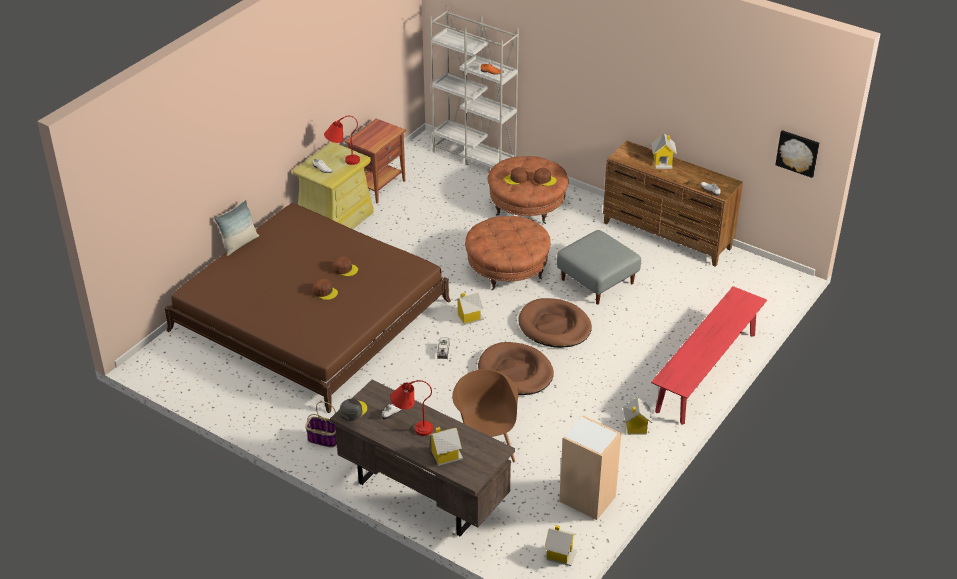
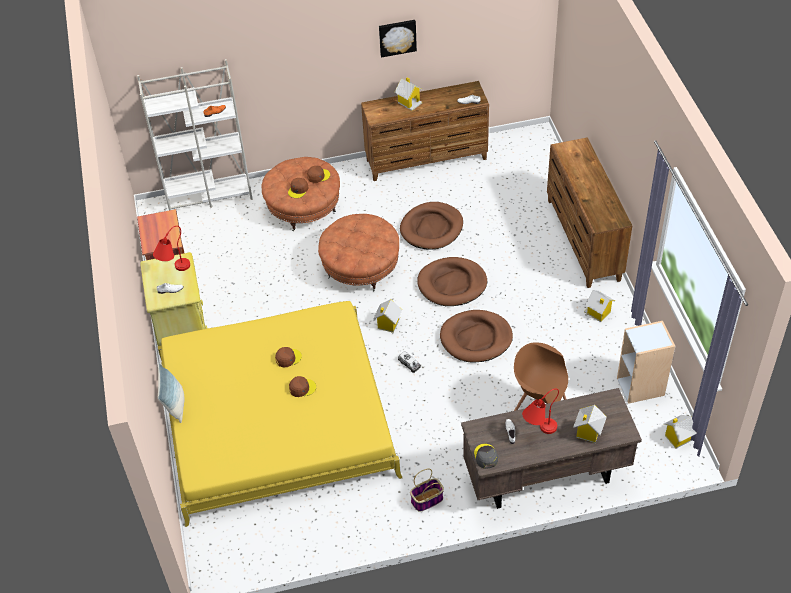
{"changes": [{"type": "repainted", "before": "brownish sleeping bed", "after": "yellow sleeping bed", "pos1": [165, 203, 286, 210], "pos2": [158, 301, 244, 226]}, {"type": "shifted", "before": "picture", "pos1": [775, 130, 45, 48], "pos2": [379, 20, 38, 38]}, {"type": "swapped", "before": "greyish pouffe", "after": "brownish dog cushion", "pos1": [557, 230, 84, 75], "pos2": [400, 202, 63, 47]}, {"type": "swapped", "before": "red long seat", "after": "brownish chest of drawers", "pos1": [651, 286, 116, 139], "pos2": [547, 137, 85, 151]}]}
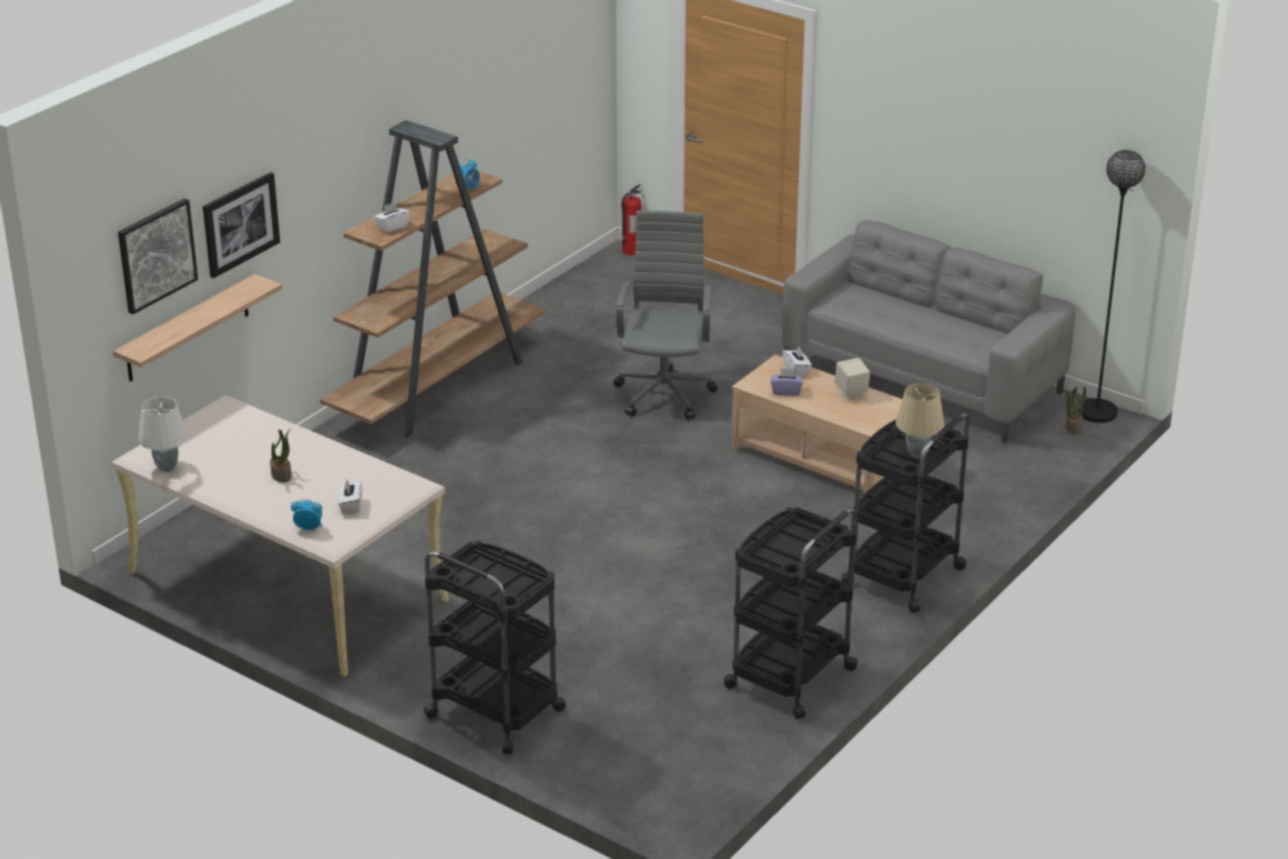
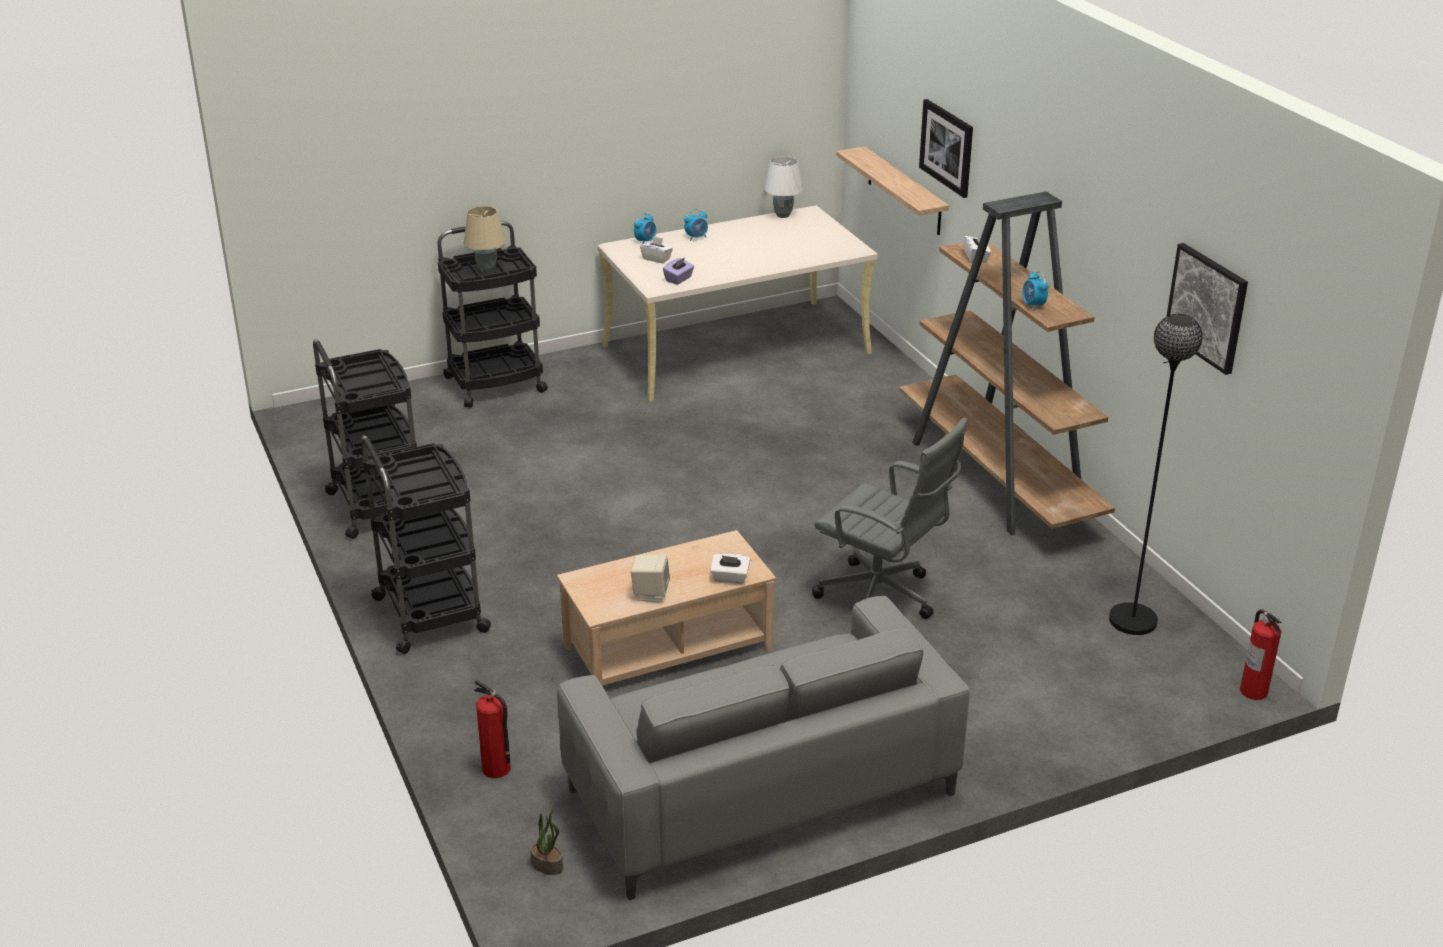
{"changes": [{"type": "shifted", "before": "beige lamp for a table", "pos1": [896, 384, 49, 74], "pos2": [464, 206, 42, 66]}, {"type": "new", "after": "fire-fighting cylinder", "pos2": [474, 680, 37, 98]}, {"type": "shifted", "before": "purple-coloured tissue box", "pos1": [771, 368, 32, 28], "pos2": [663, 257, 31, 28]}, {"type": "new", "after": "alarm clock", "pos2": [684, 209, 24, 32]}, {"type": "shifted", "before": "black-coloured floor lamp", "pos1": [1079, 150, 66, 273], "pos2": [1109, 314, 94, 321]}, {"type": "shifted", "before": "picture", "pos1": [118, 198, 80, 116], "pos2": [1167, 243, 81, 132]}, {"type": "gone", "before": "plant in a pot", "pos1": [270, 429, 22, 54]}]}
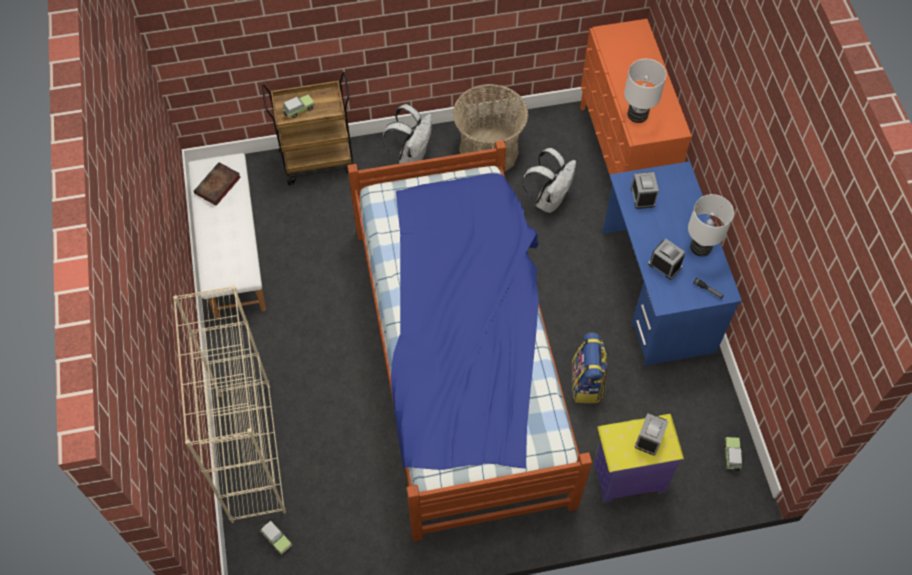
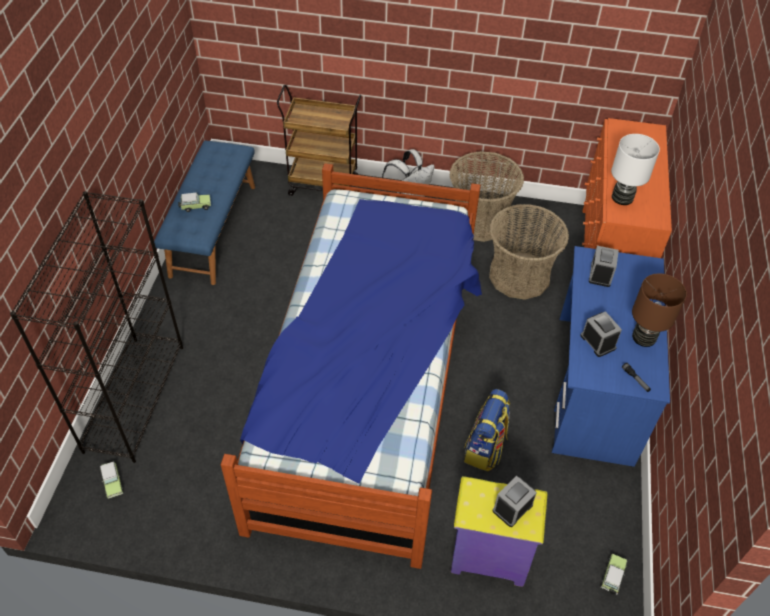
{"changes": [{"type": "repainted", "before": "beige bookcase", "after": "black-coloured bookcase", "pos1": [173, 286, 113, 237], "pos2": [10, 191, 173, 272]}, {"type": "repainted", "before": "white long seat", "after": "bluish long seat", "pos1": [188, 153, 78, 166], "pos2": [154, 141, 101, 144]}, {"type": "shifted", "before": "miniature car", "pos1": [283, 94, 32, 24], "pos2": [178, 193, 33, 19]}, {"type": "swapped", "before": "white knapsack", "after": "household basket", "pos1": [522, 148, 54, 65], "pos2": [489, 204, 80, 96]}, {"type": "repainted", "before": "white lamp for a table", "after": "brownish lamp for a table", "pos1": [688, 194, 46, 62], "pos2": [632, 273, 55, 74]}, {"type": "gone", "before": "book", "pos1": [194, 162, 47, 44]}]}
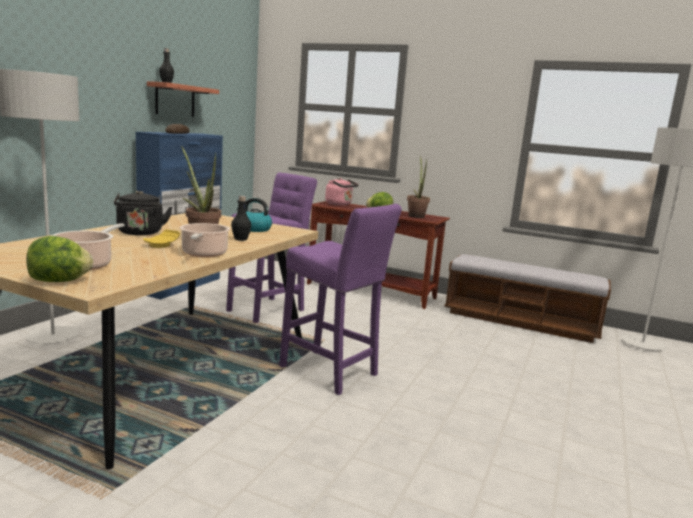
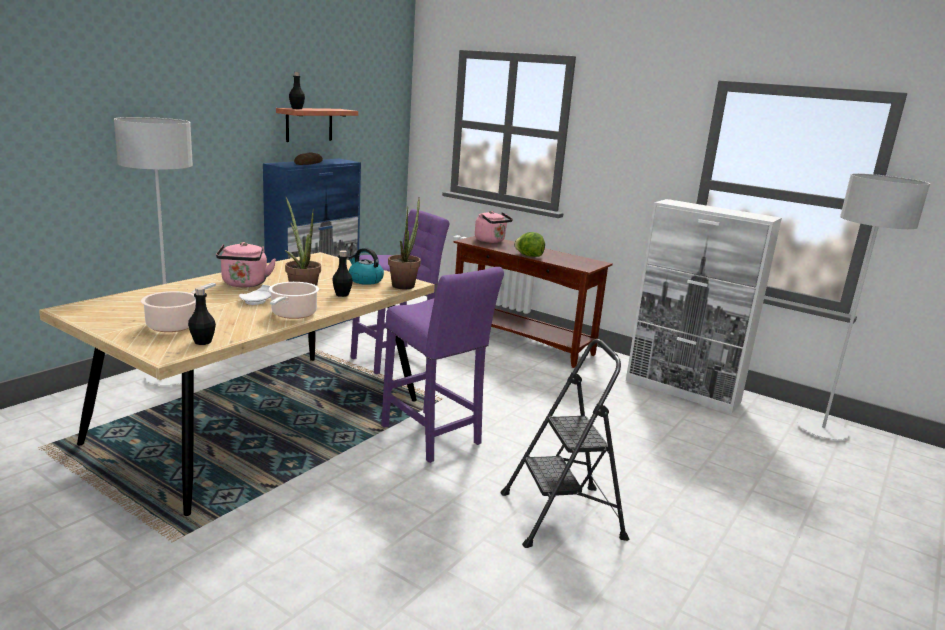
{"changes": [{"type": "new", "after": "black-coloured beverage bottle", "pos2": [188, 287, 28, 58]}, {"type": "repainted", "before": "black-coloured tea kettle", "after": "pink tea kettle", "pos1": [114, 191, 59, 44], "pos2": [216, 242, 60, 45]}, {"type": "repainted", "before": "yellow plate", "after": "white plate", "pos1": [143, 229, 37, 19], "pos2": [239, 285, 32, 20]}, {"type": "shifted", "before": "plant in a pot", "pos1": [407, 156, 23, 62], "pos2": [388, 198, 33, 91]}, {"type": "new", "after": "black-coloured stepladder", "pos2": [500, 339, 129, 209]}, {"type": "swapped", "before": "long seat", "after": "white cabinet", "pos1": [444, 254, 167, 89], "pos2": [626, 199, 156, 215]}, {"type": "gone", "before": "lettuce", "pos1": [26, 236, 67, 46]}]}
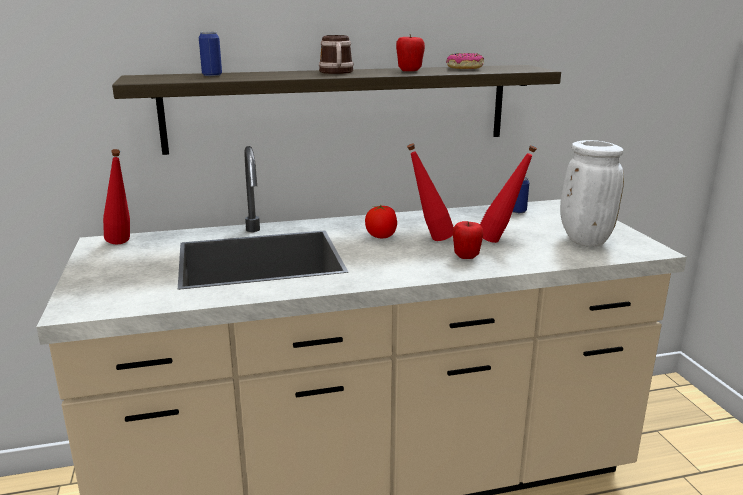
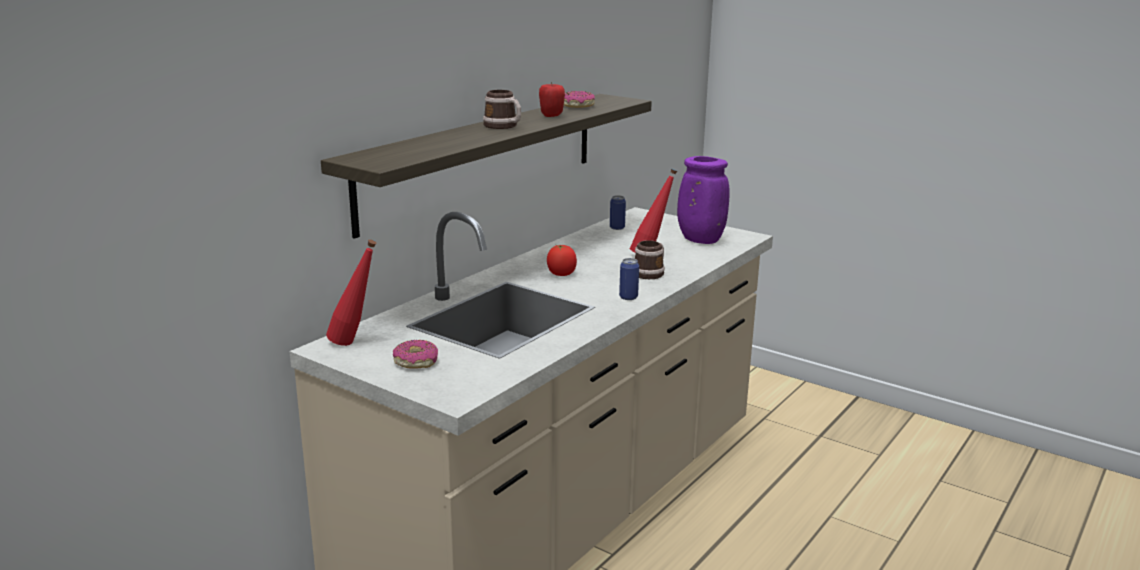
{"changes": [{"type": "new", "after": "doughnut", "pos2": [393, 340, 45, 29]}, {"type": "shifted", "before": "sealed can", "pos1": [199, 32, 23, 44], "pos2": [619, 258, 20, 42]}, {"type": "swapped", "before": "whole apple", "after": "coffee mug", "pos1": [453, 221, 30, 38], "pos2": [635, 240, 30, 39]}, {"type": "repainted", "before": "white flower vase", "after": "purple-coloured flower vase", "pos1": [560, 140, 64, 107], "pos2": [677, 156, 52, 88]}, {"type": "gone", "before": "red beverage bottle", "pos1": [407, 144, 47, 97]}]}
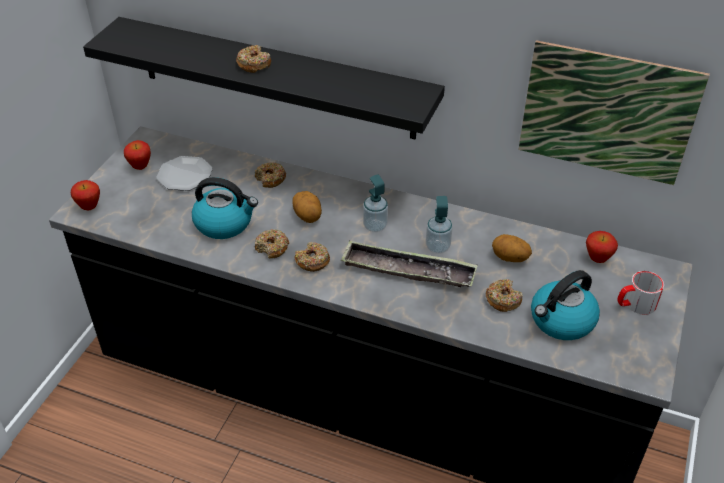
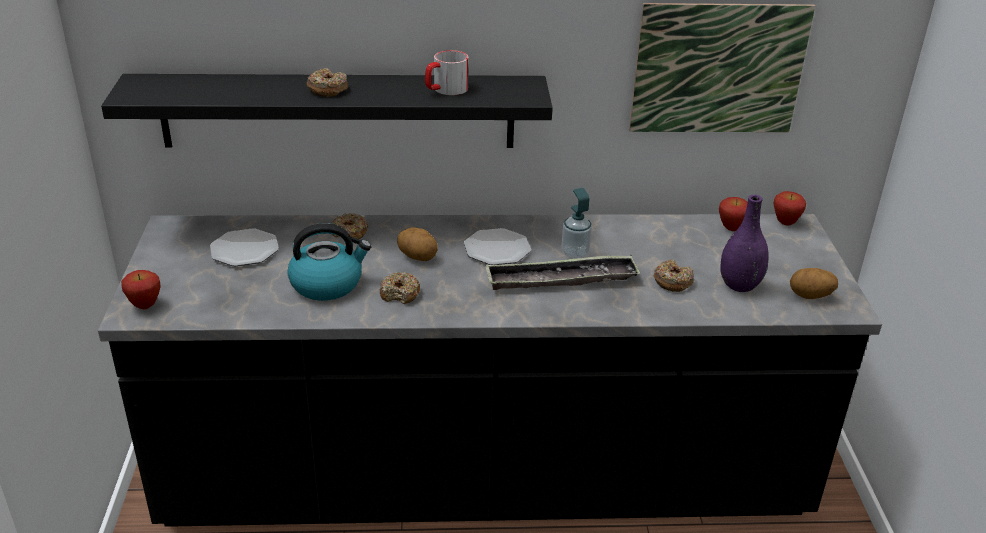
{"changes": [{"type": "shifted", "before": "coffee mug", "pos1": [617, 271, 47, 44], "pos2": [425, 50, 44, 45]}, {"type": "swapped", "before": "liquid soap bottle", "after": "plate", "pos1": [363, 174, 25, 58], "pos2": [464, 228, 67, 37]}, {"type": "swapped", "before": "tea kettle", "after": "purple-coloured flower vase", "pos1": [531, 270, 69, 70], "pos2": [720, 195, 49, 97]}, {"type": "shifted", "before": "whole apple", "pos1": [124, 140, 27, 30], "pos2": [773, 191, 33, 35]}, {"type": "shifted", "before": "spud", "pos1": [492, 234, 40, 28], "pos2": [790, 268, 48, 31]}, {"type": "gone", "before": "doughnut", "pos1": [294, 242, 36, 30]}]}
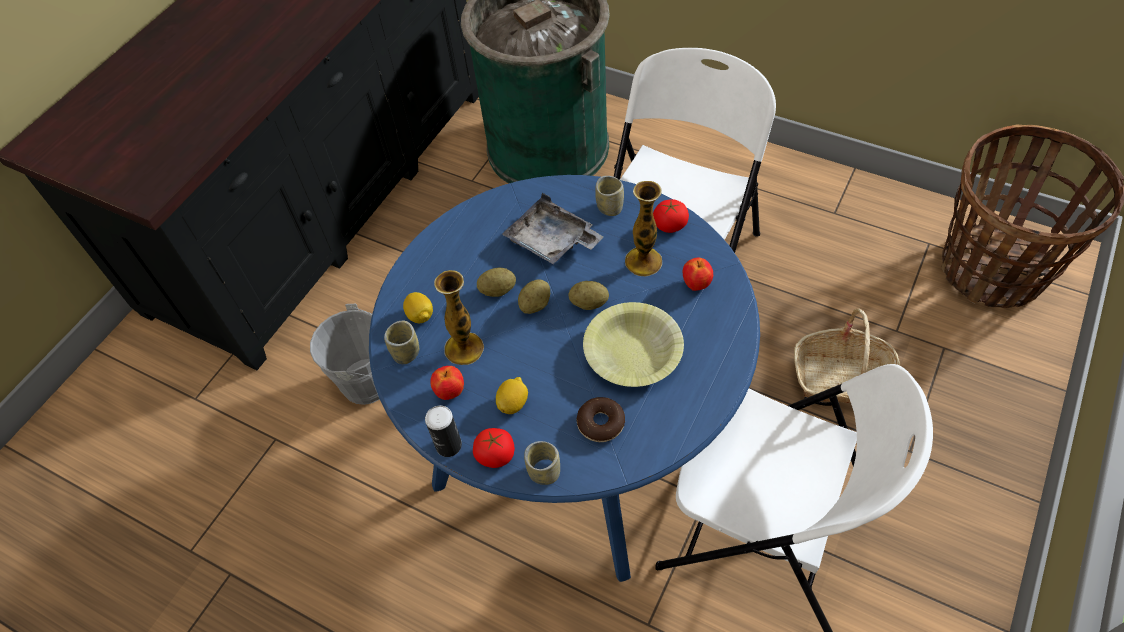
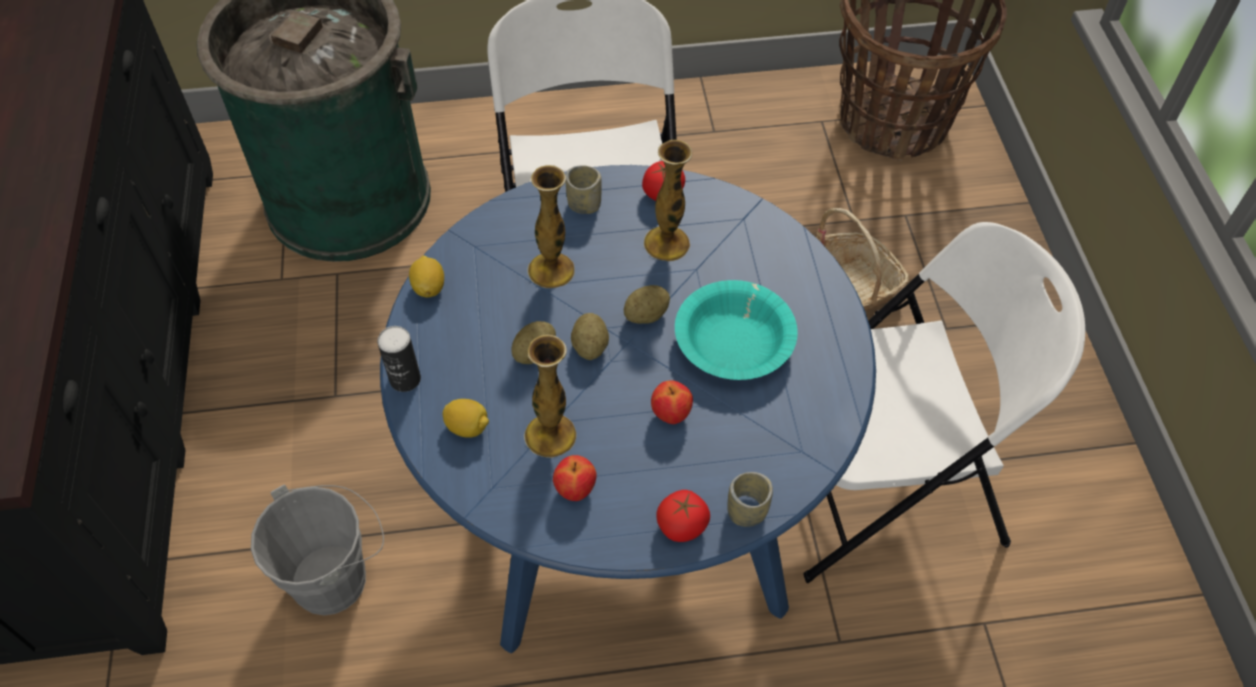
{"changes": [{"type": "shifted", "before": "sealed can", "pos1": [425, 406, 37, 51], "pos2": [377, 326, 44, 66]}, {"type": "shifted", "before": "whole lemon", "pos1": [496, 377, 32, 37], "pos2": [409, 255, 35, 43]}, {"type": "swapped", "before": "greyish tray", "after": "flower vase", "pos1": [502, 193, 102, 71], "pos2": [527, 165, 48, 123]}, {"type": "shifted", "before": "whole apple", "pos1": [683, 258, 30, 33], "pos2": [651, 380, 42, 44]}, {"type": "repainted", "before": "yellow serving bowl", "after": "turquoise-coloured serving bowl", "pos1": [583, 302, 101, 85], "pos2": [675, 280, 123, 100]}, {"type": "gone", "before": "small cup", "pos1": [384, 321, 35, 43]}, {"type": "gone", "before": "doughnut", "pos1": [577, 397, 48, 45]}]}
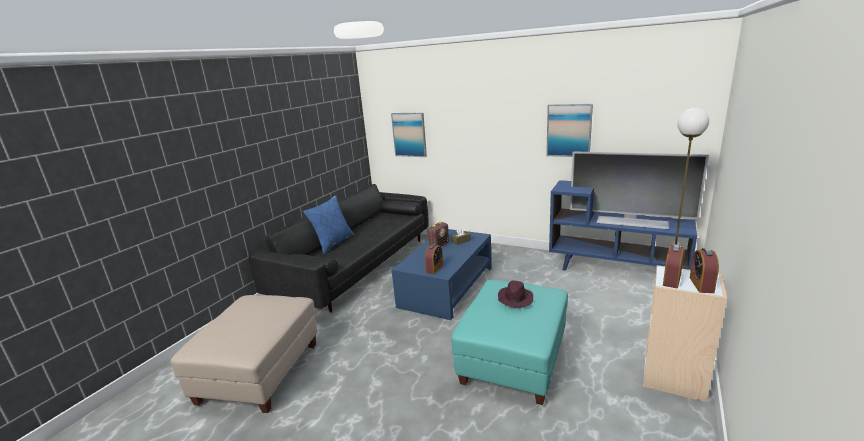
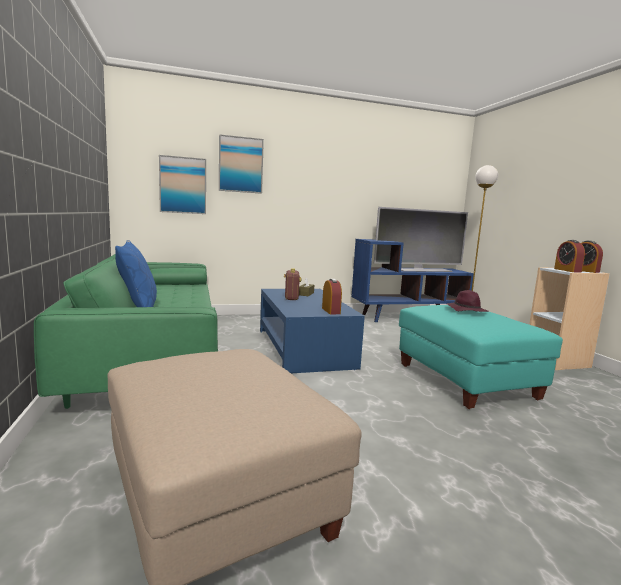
{"changes": [{"type": "repainted", "before": "black-coloured couch", "after": "green-coloured couch", "pos1": [249, 184, 180, 129], "pos2": [34, 254, 184, 155]}, {"type": "shifted", "before": "picture", "pos1": [546, 104, 47, 53], "pos2": [219, 134, 45, 60]}]}
